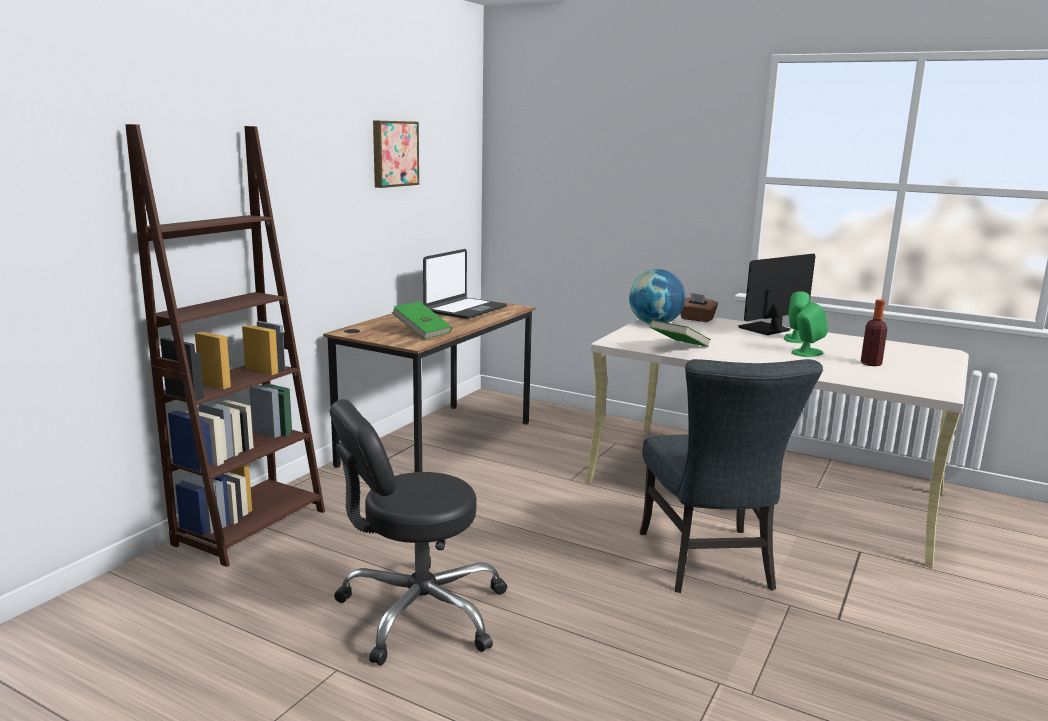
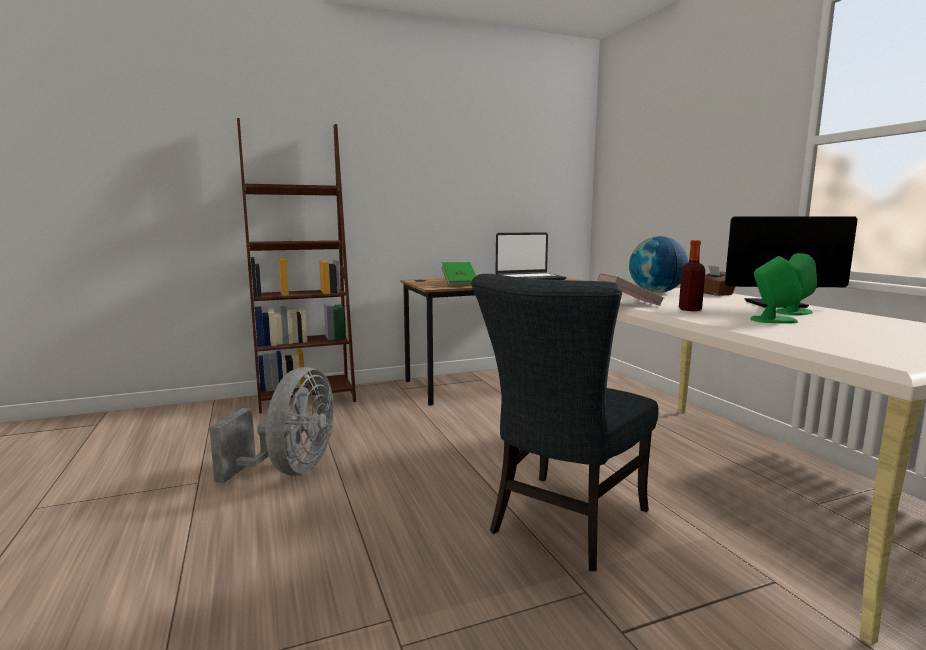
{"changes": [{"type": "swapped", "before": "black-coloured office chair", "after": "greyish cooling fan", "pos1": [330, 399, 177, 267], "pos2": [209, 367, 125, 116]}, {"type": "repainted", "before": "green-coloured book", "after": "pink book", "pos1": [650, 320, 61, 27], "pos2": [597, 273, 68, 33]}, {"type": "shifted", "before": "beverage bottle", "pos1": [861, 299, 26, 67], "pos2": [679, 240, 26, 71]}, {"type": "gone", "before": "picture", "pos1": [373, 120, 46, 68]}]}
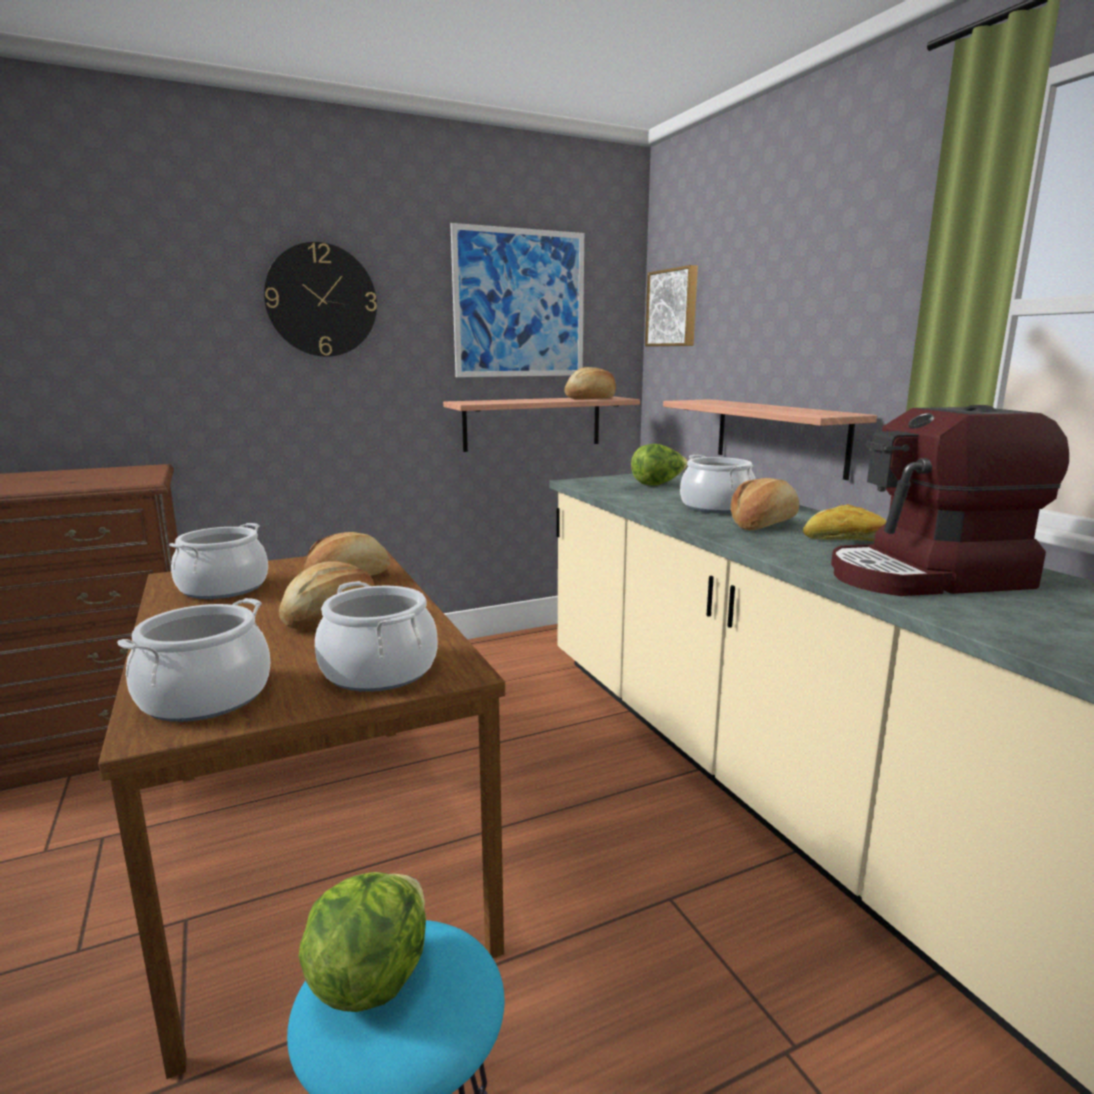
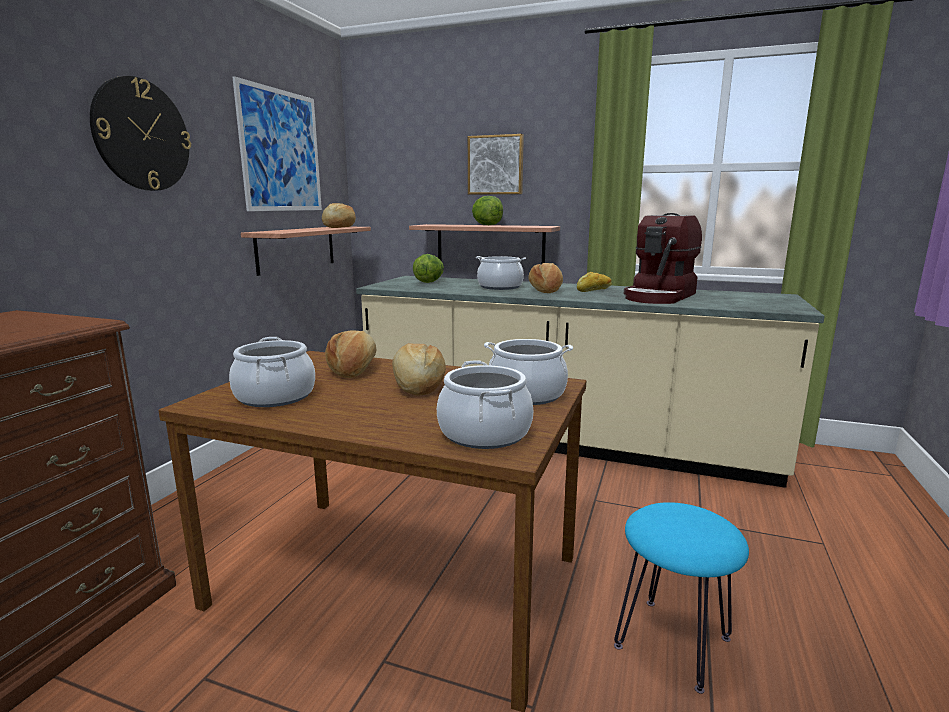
{"changes": [{"type": "shifted", "before": "picture", "pos1": [645, 265, 53, 81], "pos2": [468, 134, 56, 61]}, {"type": "shifted", "before": "lettuce", "pos1": [299, 872, 127, 140], "pos2": [472, 196, 31, 29]}]}
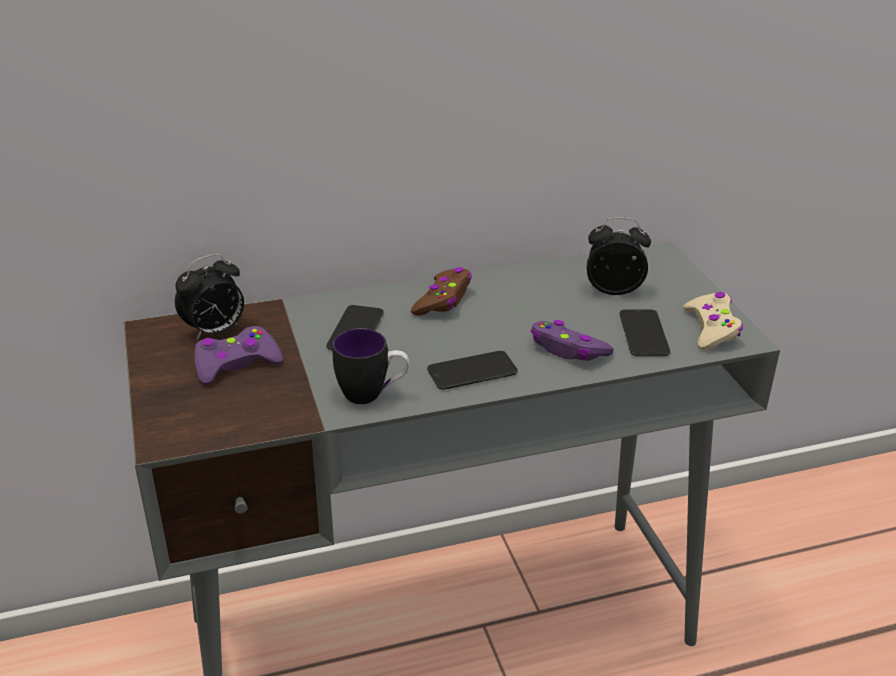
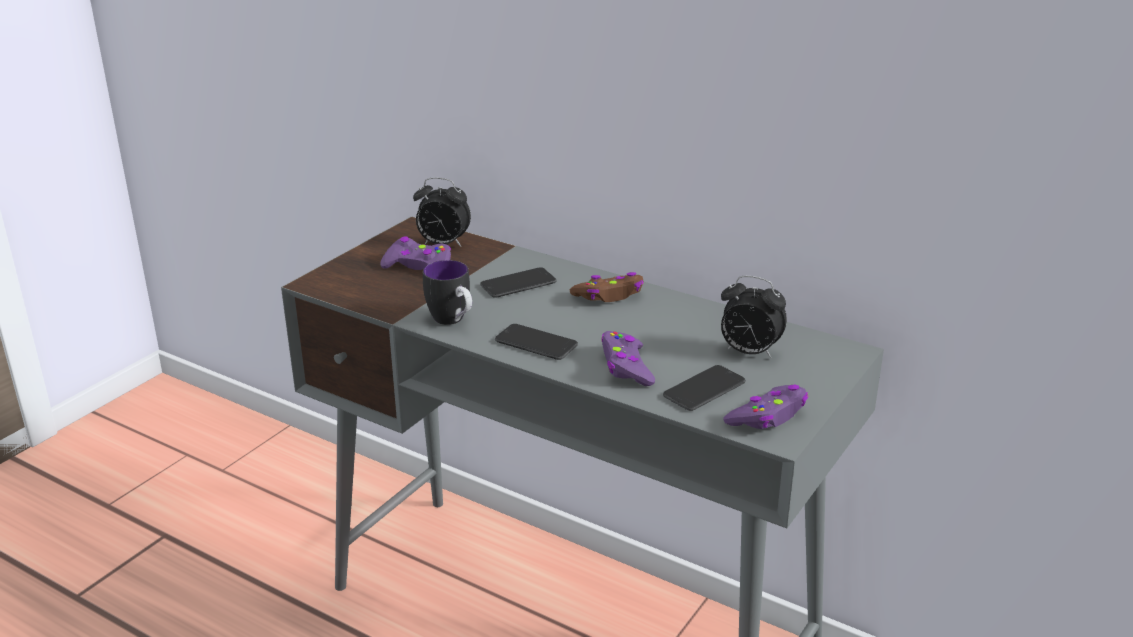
{"changes": [{"type": "rotated", "before": "alarm clock", "pos1": [587, 218, 64, 77], "pos2": [721, 276, 66, 82], "turn": 150}, {"type": "repainted", "before": "beige gamepad", "after": "purple-coloured gamepad", "pos1": [683, 292, 60, 58], "pos2": [723, 385, 85, 44]}]}
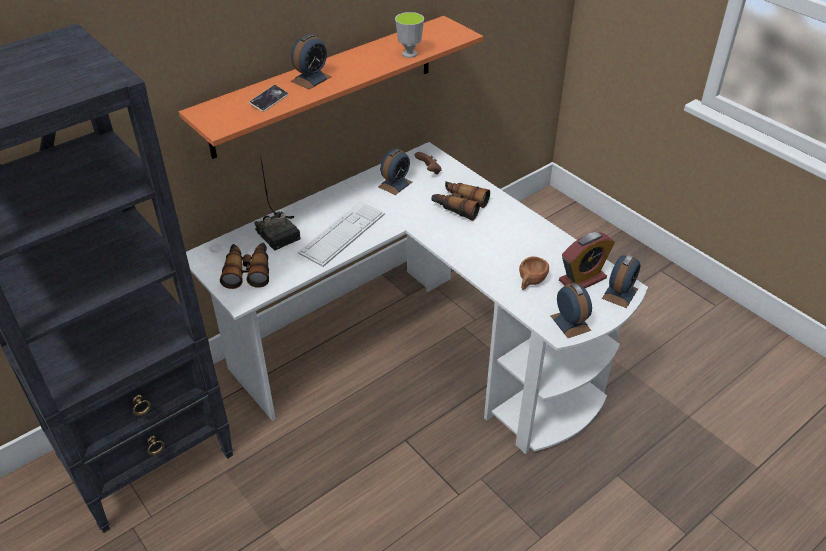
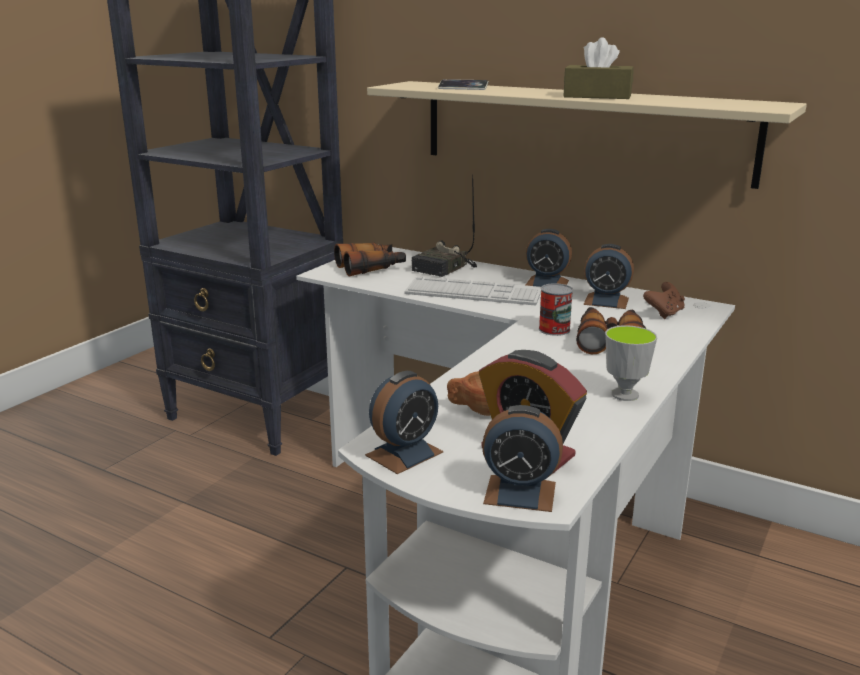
{"changes": [{"type": "repainted", "before": "orangey shelf", "after": "beige shelf", "pos1": [179, 16, 304, 143], "pos2": [367, 81, 440, 108]}, {"type": "shifted", "before": "alarm clock", "pos1": [291, 34, 41, 55], "pos2": [526, 229, 46, 58]}, {"type": "new", "after": "sealed can", "pos2": [539, 283, 34, 53]}, {"type": "new", "after": "brownish tissue box", "pos2": [563, 37, 71, 62]}, {"type": "shifted", "before": "small cup", "pos1": [395, 12, 29, 46], "pos2": [605, 325, 52, 76]}]}
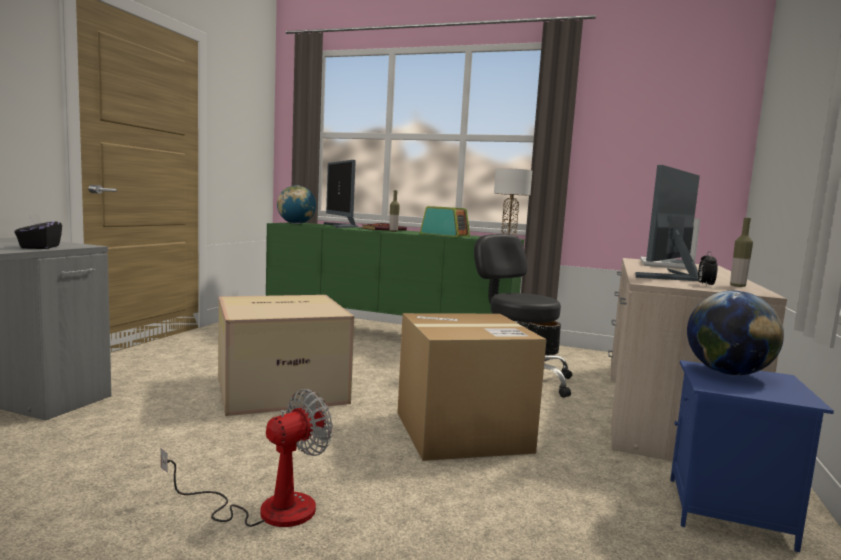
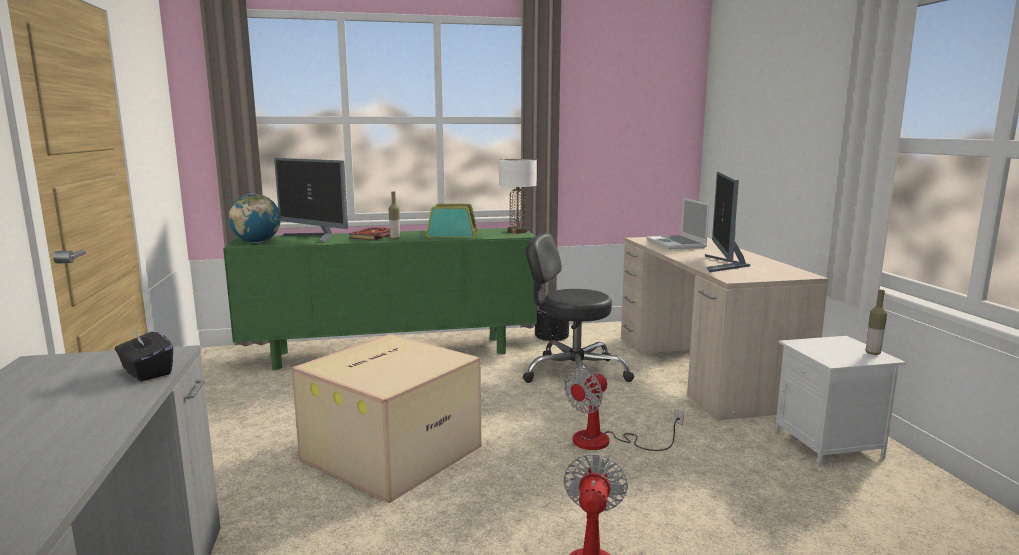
{"changes": [{"type": "swapped", "before": "cardboard box", "after": "cooling fan", "pos1": [397, 313, 150, 148], "pos2": [564, 367, 120, 84]}, {"type": "repainted", "before": "bluish nightstand", "after": "greyish nightstand", "pos1": [670, 360, 164, 192], "pos2": [775, 336, 131, 131]}, {"type": "shifted", "before": "beverage bottle", "pos1": [730, 218, 23, 69], "pos2": [866, 290, 21, 65]}, {"type": "gone", "before": "globe", "pos1": [687, 291, 97, 84]}, {"type": "gone", "before": "alarm clock", "pos1": [698, 251, 19, 35]}]}
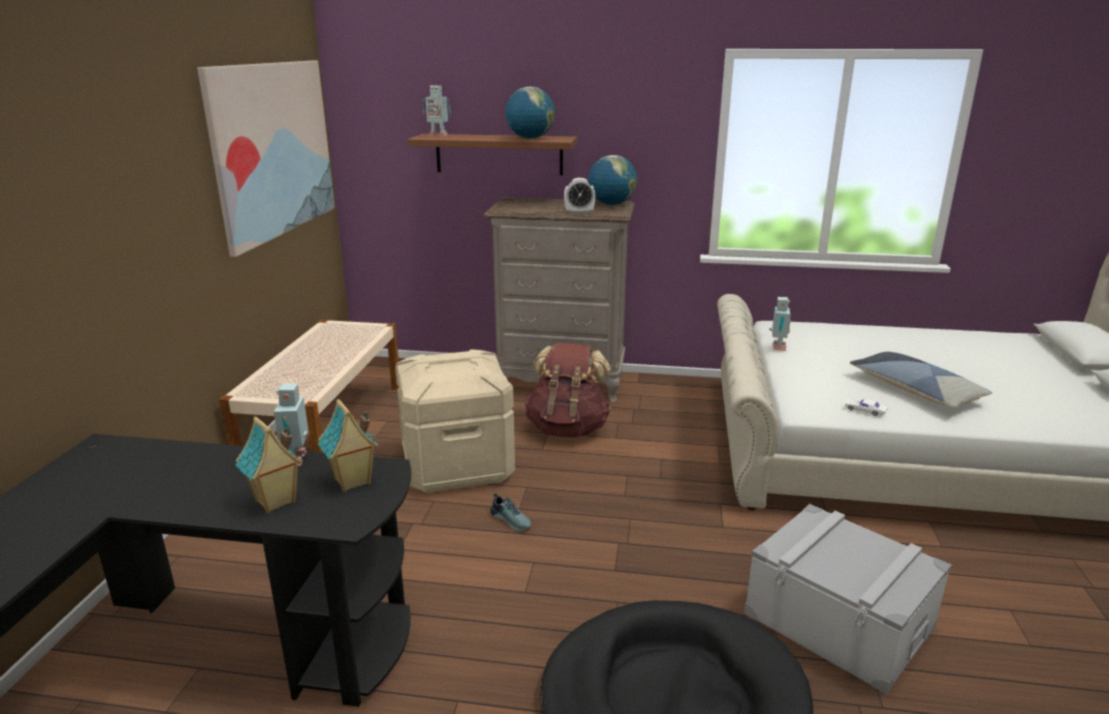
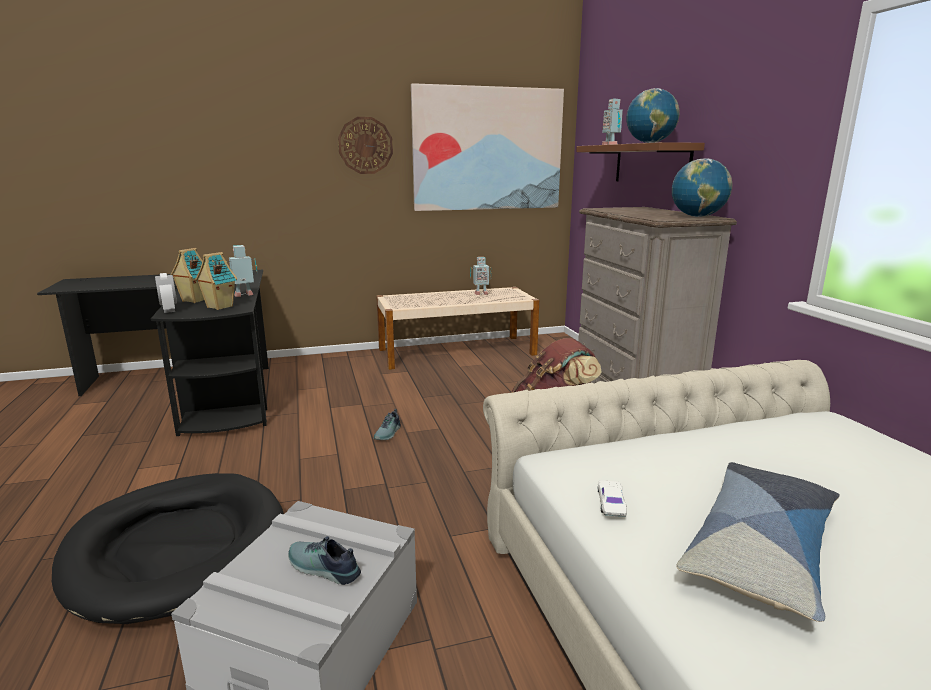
{"changes": [{"type": "shifted", "before": "alarm clock", "pos1": [564, 178, 31, 36], "pos2": [155, 273, 22, 40]}, {"type": "new", "after": "low shoe", "pos2": [288, 536, 73, 49]}, {"type": "new", "after": "clock on the wall", "pos2": [338, 117, 55, 57]}, {"type": "shifted", "before": "model robot", "pos1": [769, 297, 22, 54], "pos2": [470, 257, 21, 38]}, {"type": "gone", "before": "beige storage container", "pos1": [395, 349, 120, 144]}]}
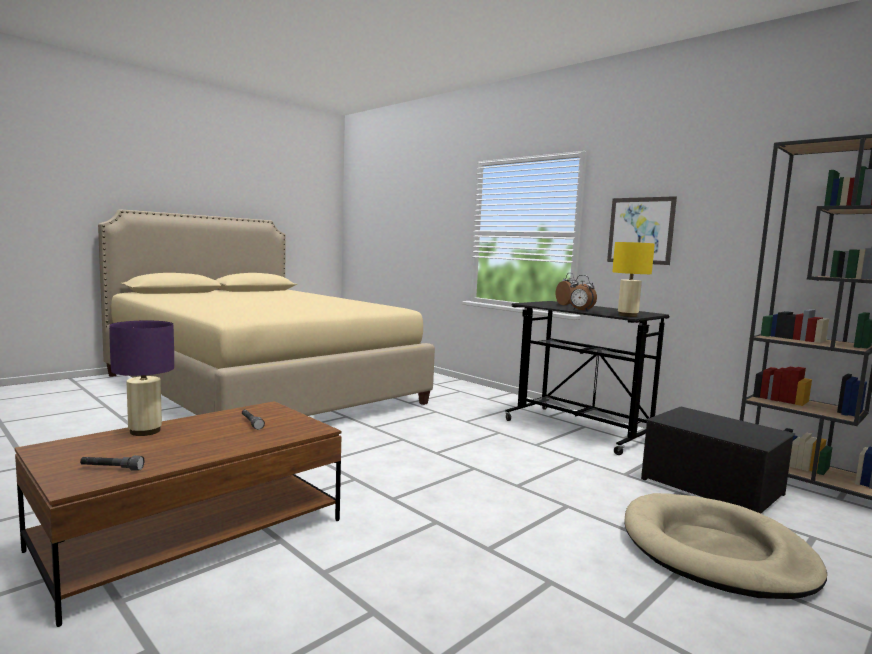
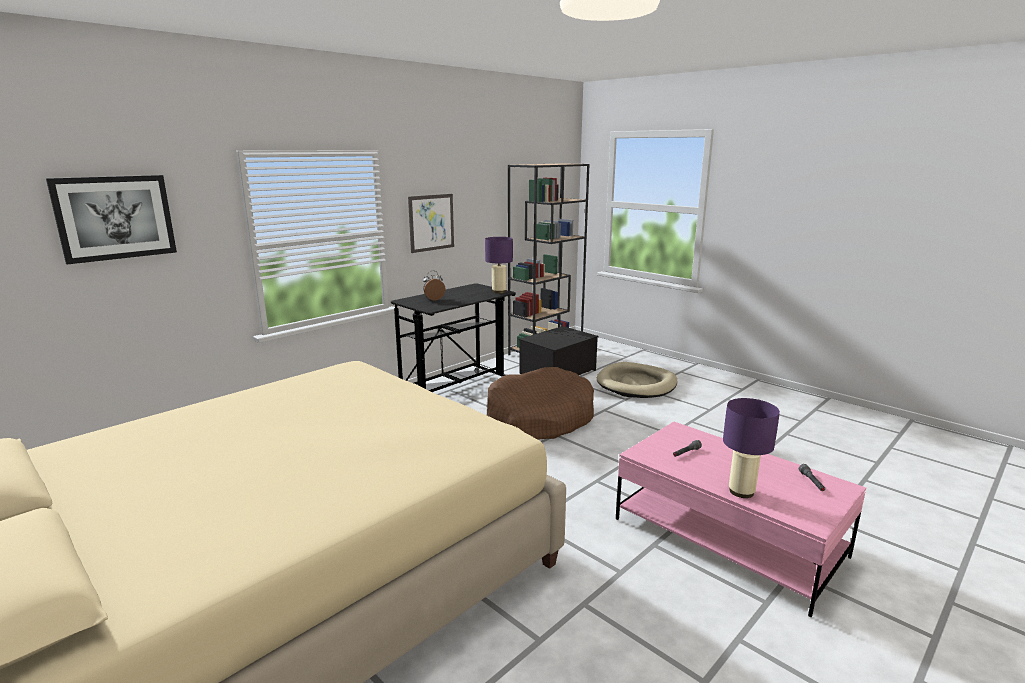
{"changes": [{"type": "new", "after": "picture", "pos2": [46, 175, 131, 89]}, {"type": "repainted", "before": "yellow lamp for a table", "after": "purple-coloured lamp for a table", "pos1": [612, 242, 43, 75], "pos2": [485, 237, 28, 56]}, {"type": "new", "after": "brownish dog cushion", "pos2": [487, 367, 107, 73]}, {"type": "repainted", "before": "brownish lounge table", "after": "pink lounge table", "pos1": [15, 401, 327, 226], "pos2": [616, 422, 250, 195]}, {"type": "gone", "before": "alarm clock", "pos1": [569, 275, 28, 36]}]}
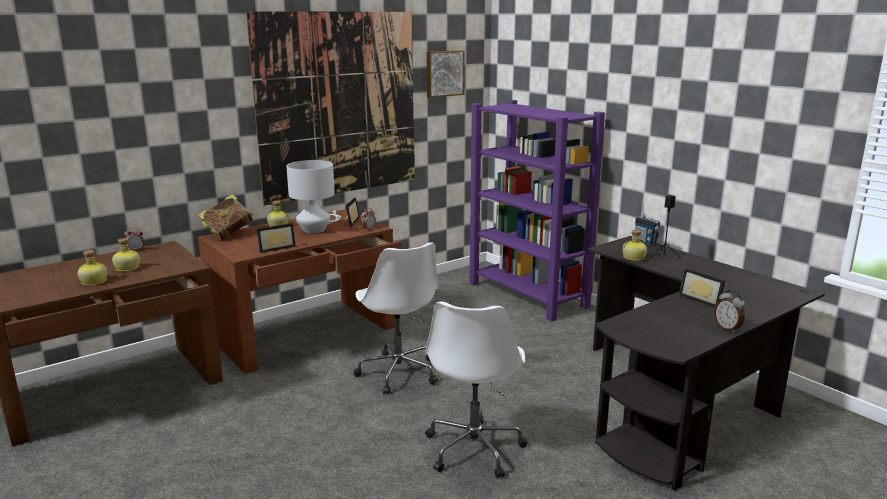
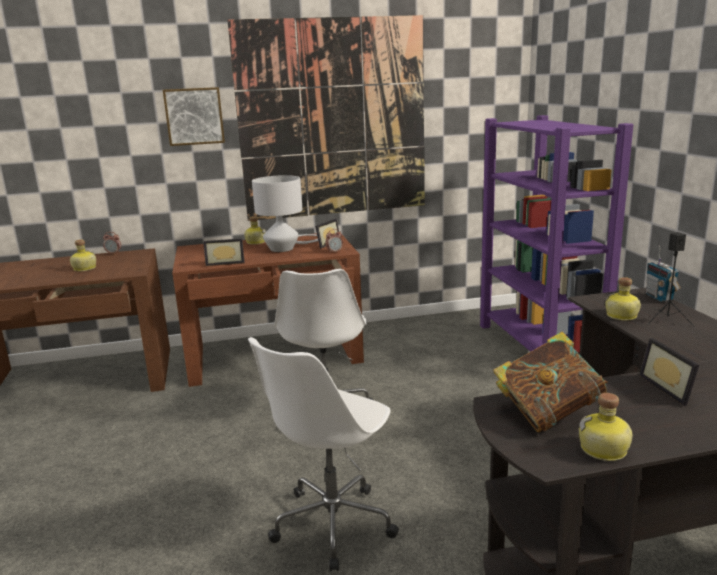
{"changes": [{"type": "shifted", "before": "picture", "pos1": [427, 50, 38, 48], "pos2": [163, 87, 62, 59]}, {"type": "shifted", "before": "book", "pos1": [198, 194, 56, 46], "pos2": [493, 331, 114, 101]}, {"type": "shifted", "before": "beverage bottle", "pos1": [77, 250, 30, 35], "pos2": [578, 393, 55, 68]}, {"type": "gone", "before": "alarm clock", "pos1": [714, 290, 31, 43]}]}
